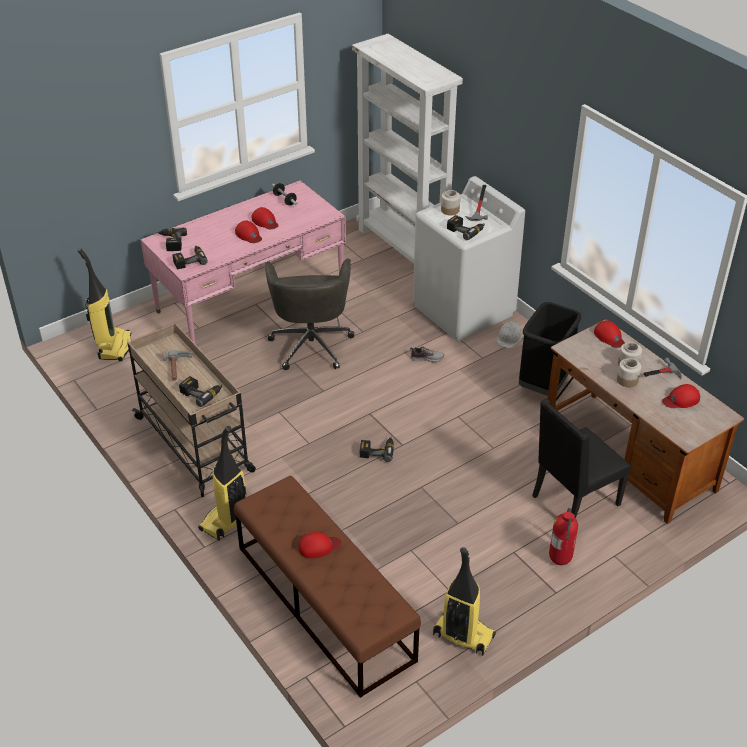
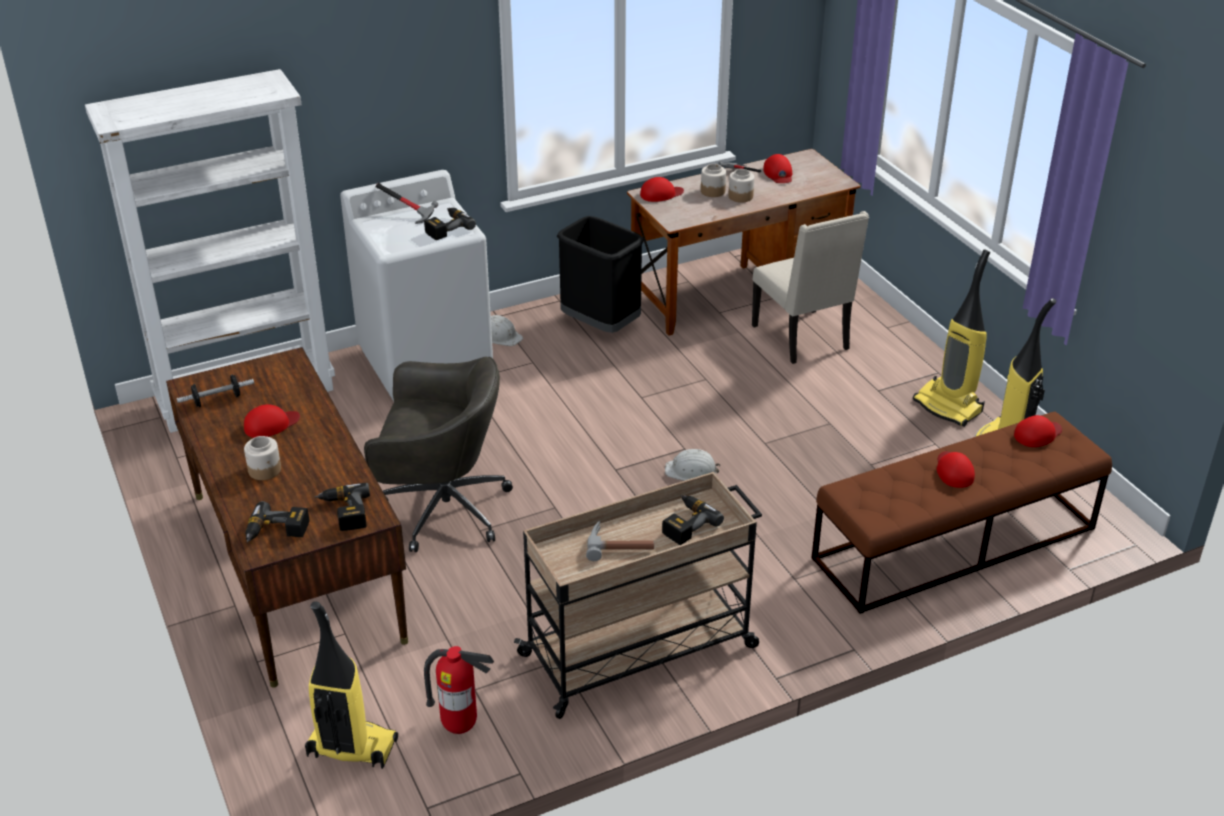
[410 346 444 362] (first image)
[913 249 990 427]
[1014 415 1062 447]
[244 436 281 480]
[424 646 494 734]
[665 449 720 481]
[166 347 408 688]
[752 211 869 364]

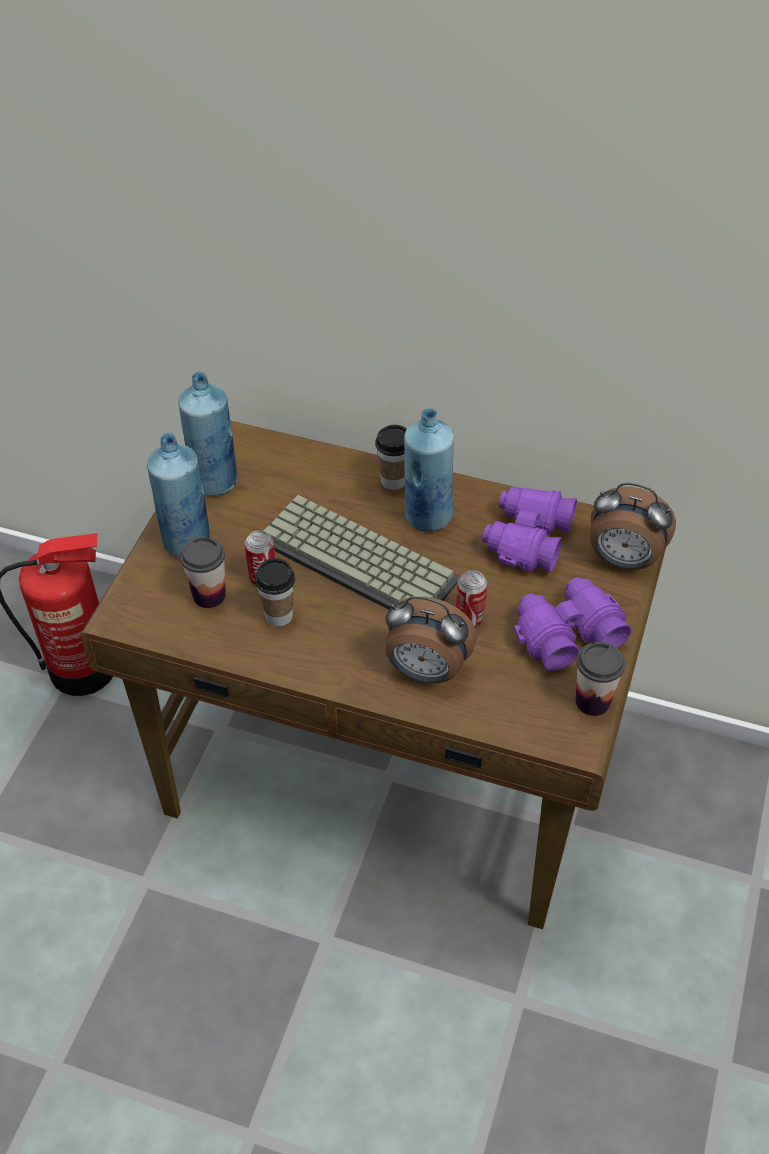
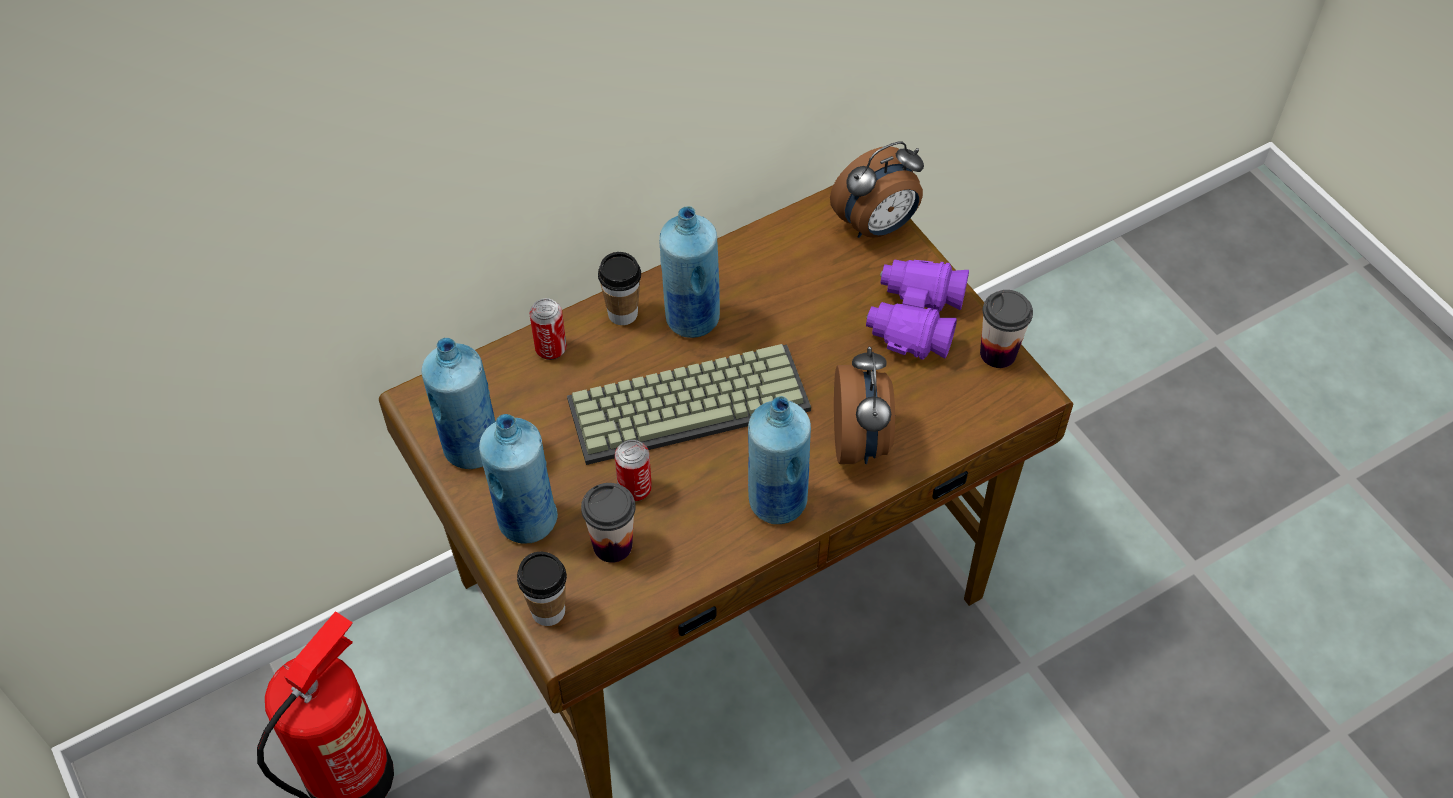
[482 487 577 573] (first image)
[748 396 811 524]
[517 552 567 626]
[529 298 567 360]
[834 346 895 464]

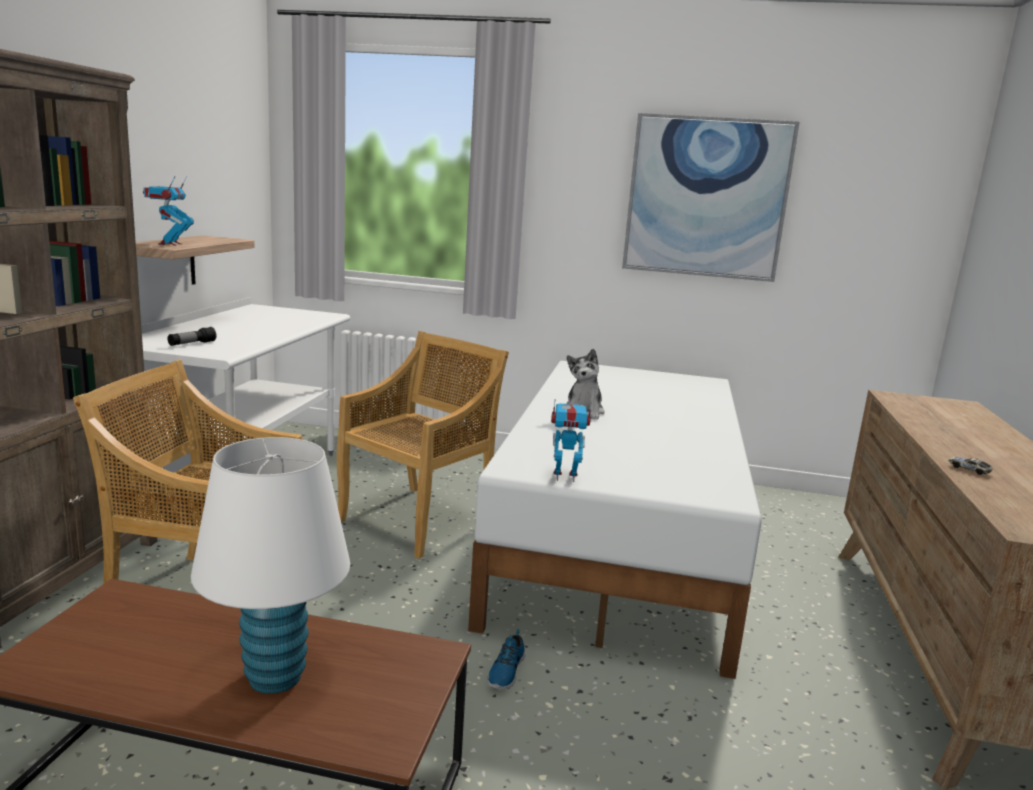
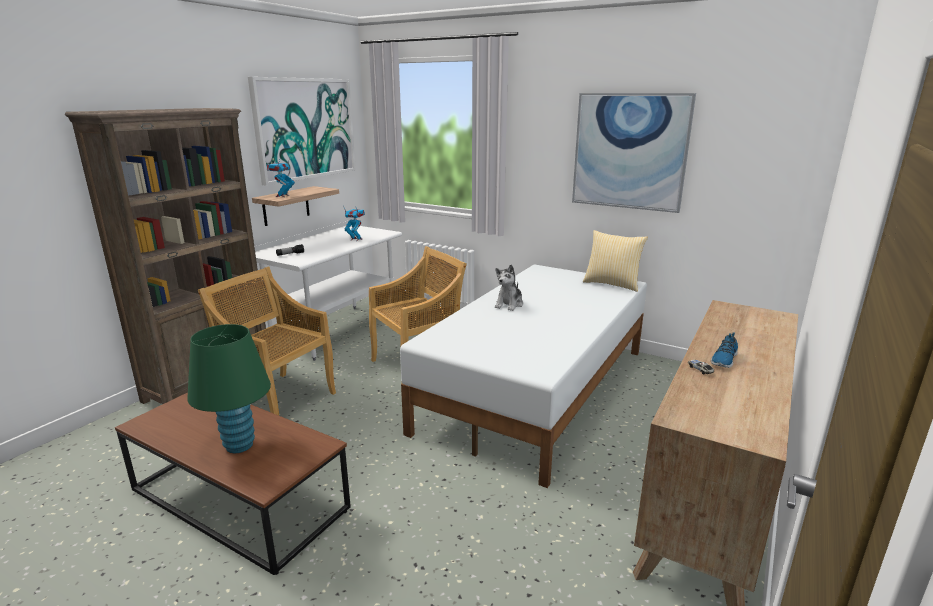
[248 77 356 186]
[583 230 648 292]
[711 332 738 368]
[343 206 365 241]
[187 324 271 453]

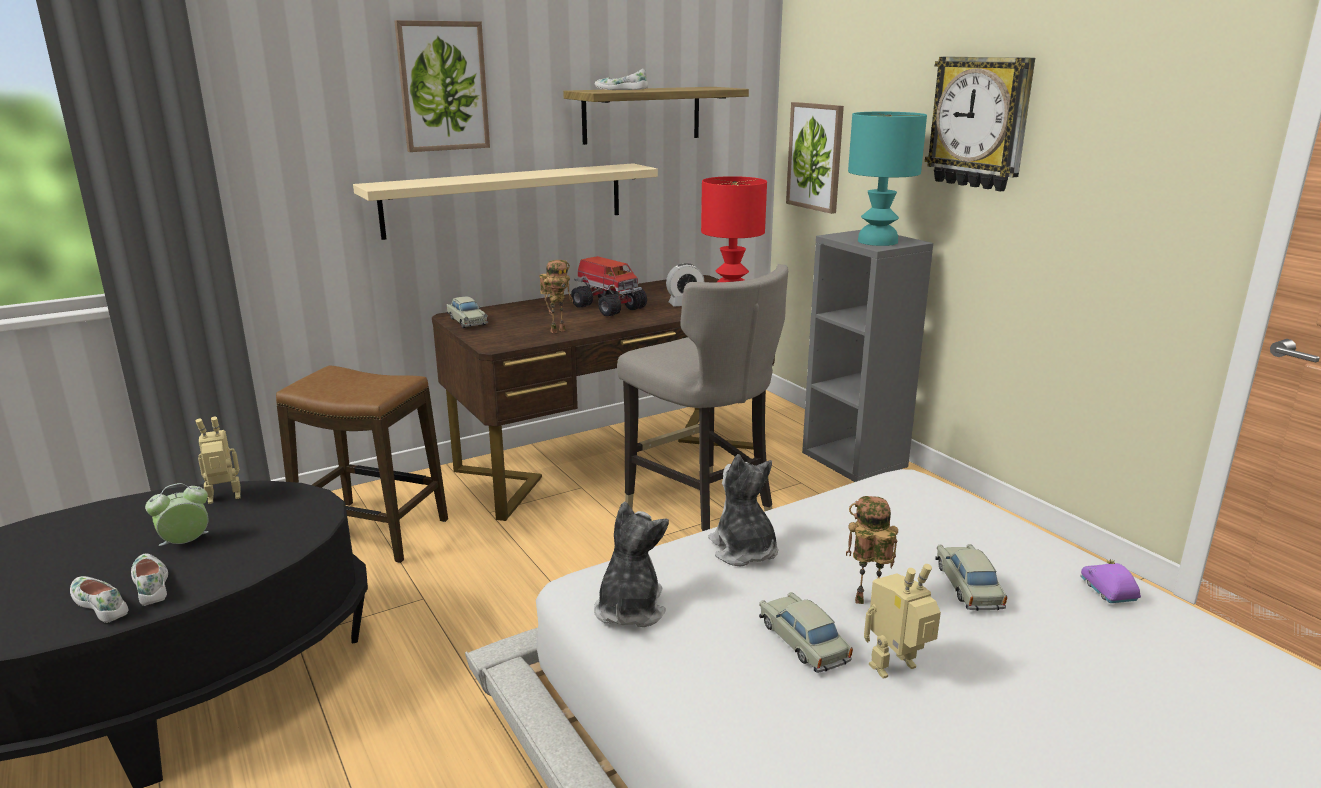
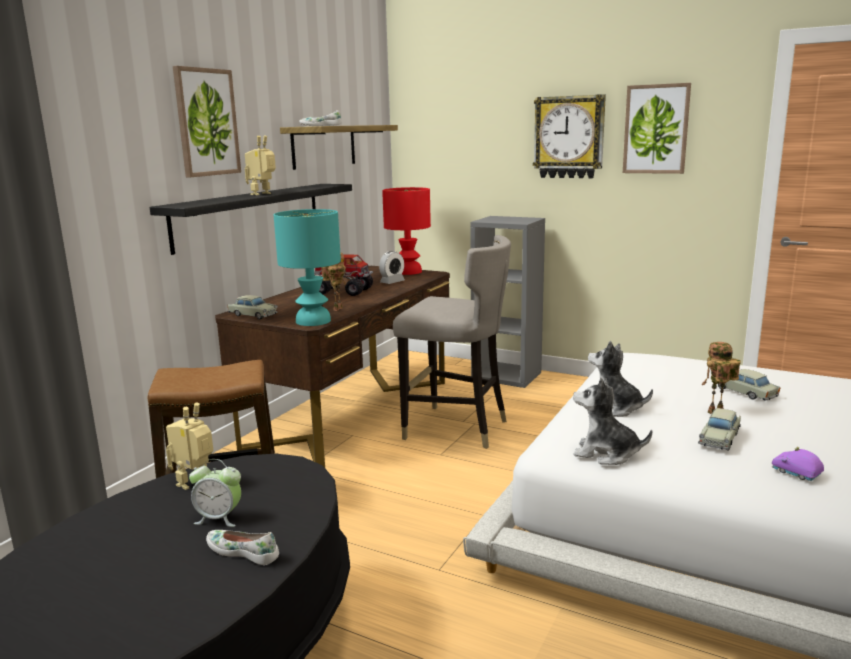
[70 576 129 623] (first image)
[623 83 691 174]
[274 209 341 326]
[245 135 276 195]
[772 447 824 481]
[150 184 352 255]
[189 459 241 527]
[573 378 652 465]
[698 408 741 451]

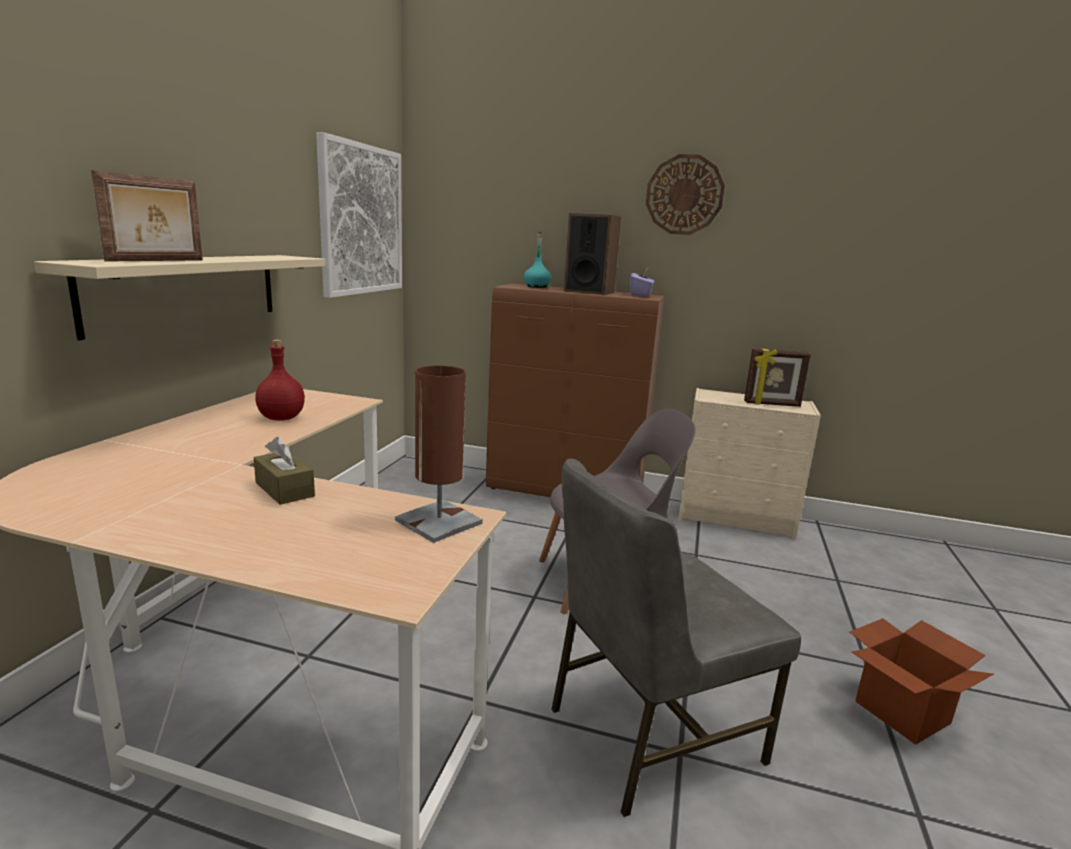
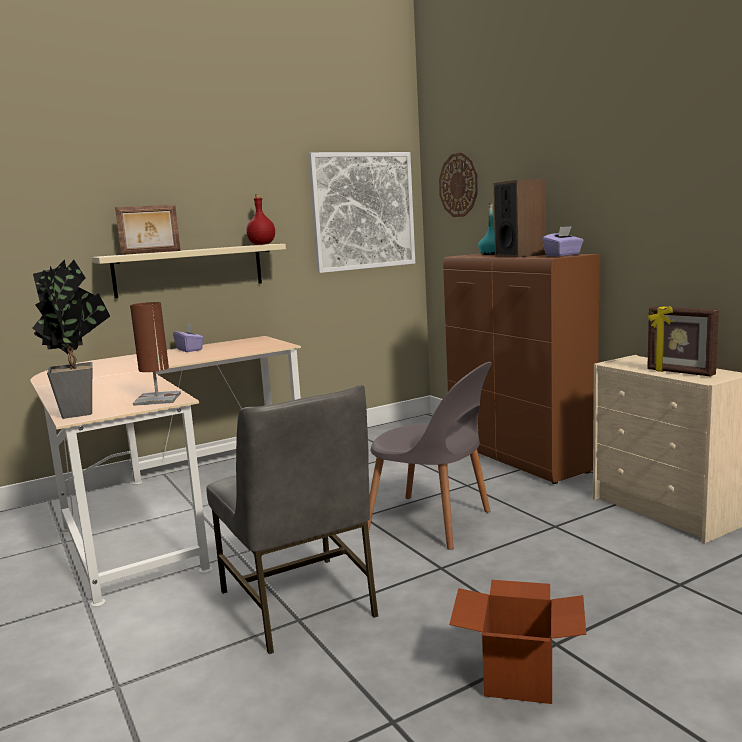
[254 437 315 505] (first image)
[32 259 110 419]
[173 324 204 352]
[246 194 275 245]
[439 152 478 217]
[206 385 378 654]

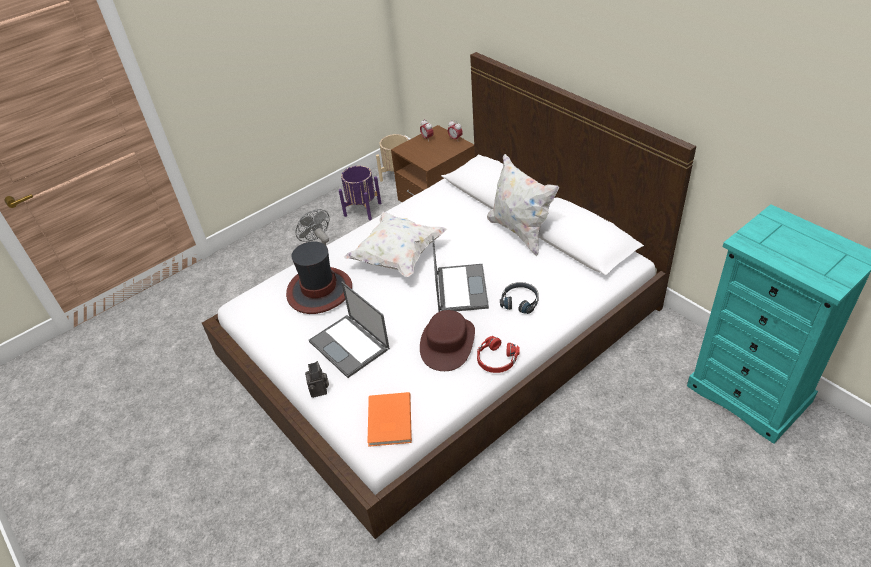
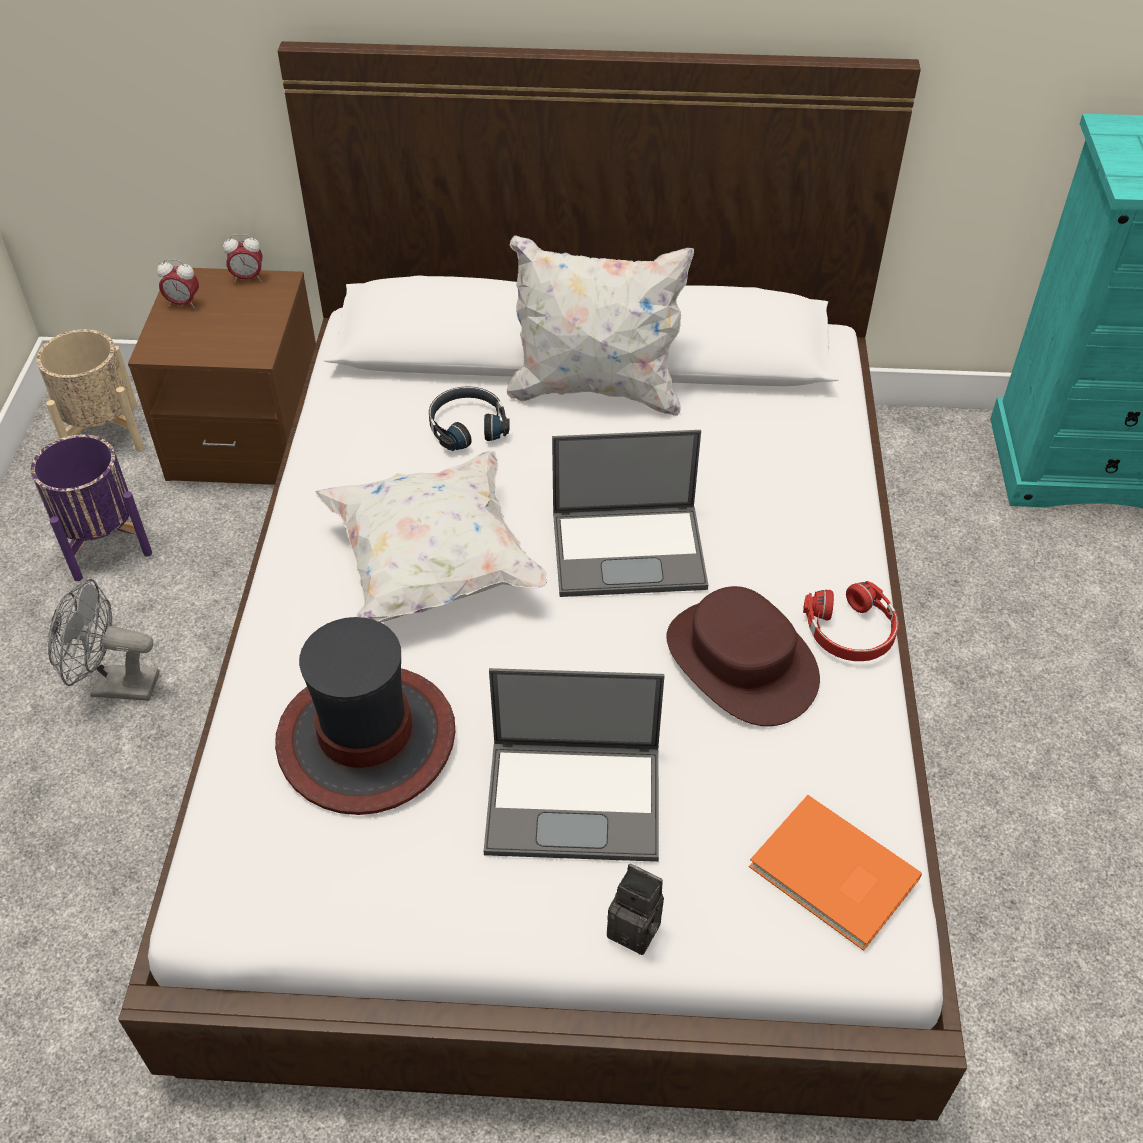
[429 386 510 451]
[552 430 708 597]

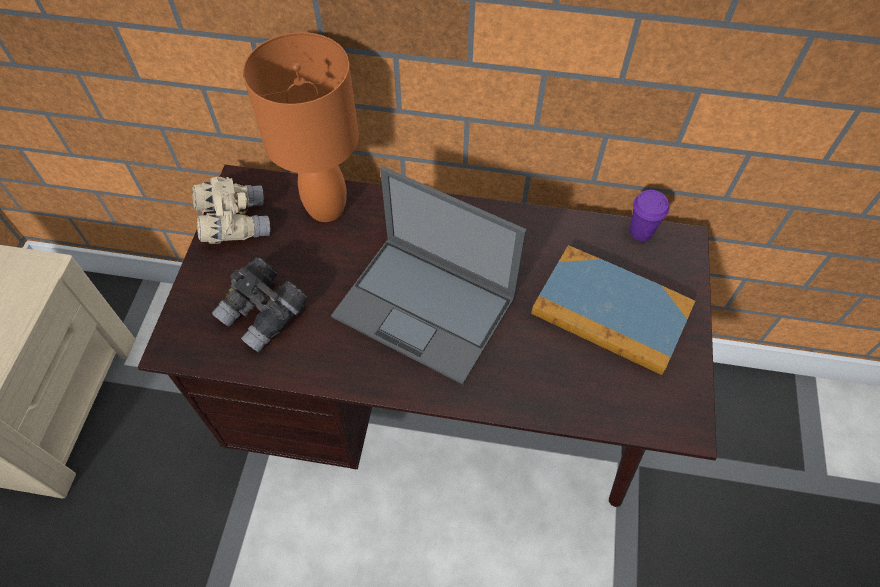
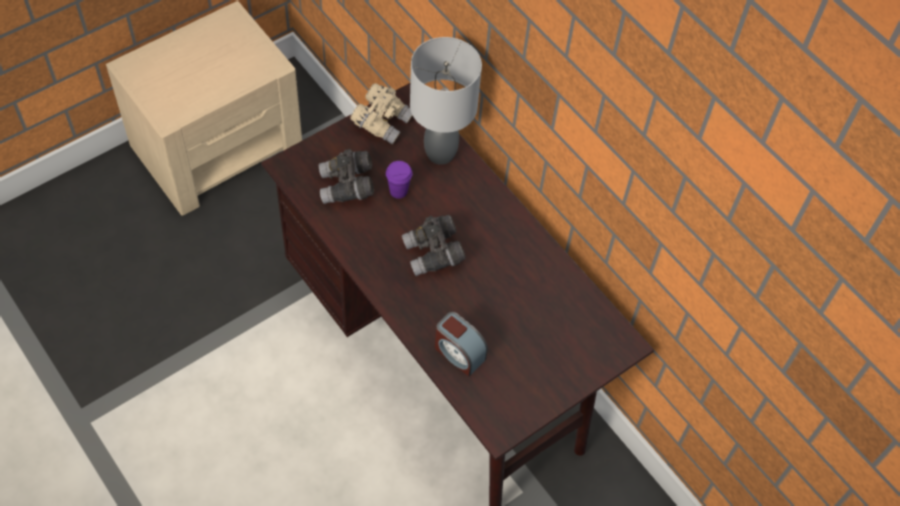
[531 245 695 375] (first image)
[435 312 488 376]
[386 161 412 199]
[402 215 466 276]
[410 37 482 165]

